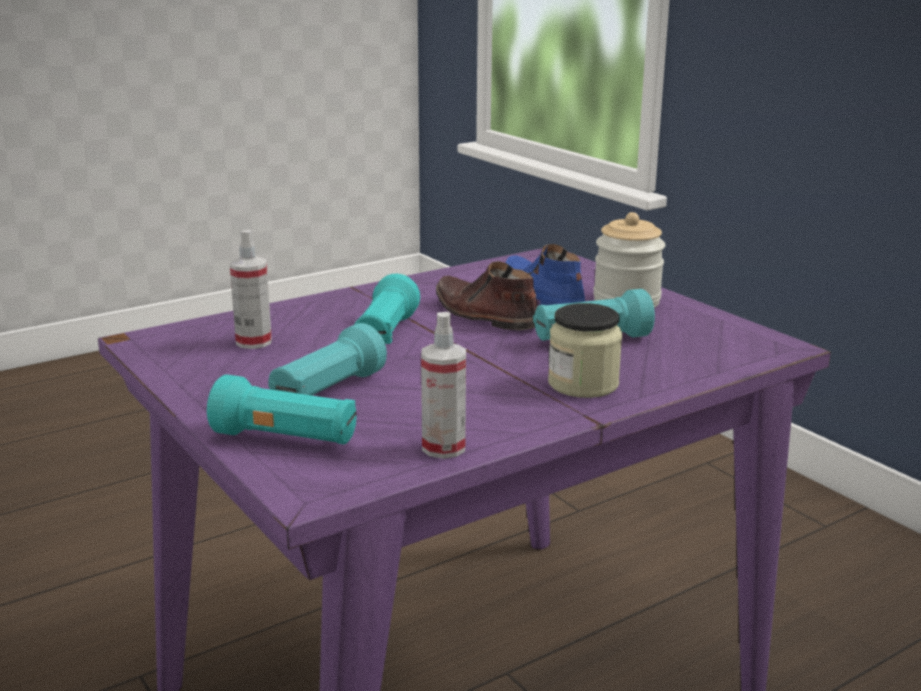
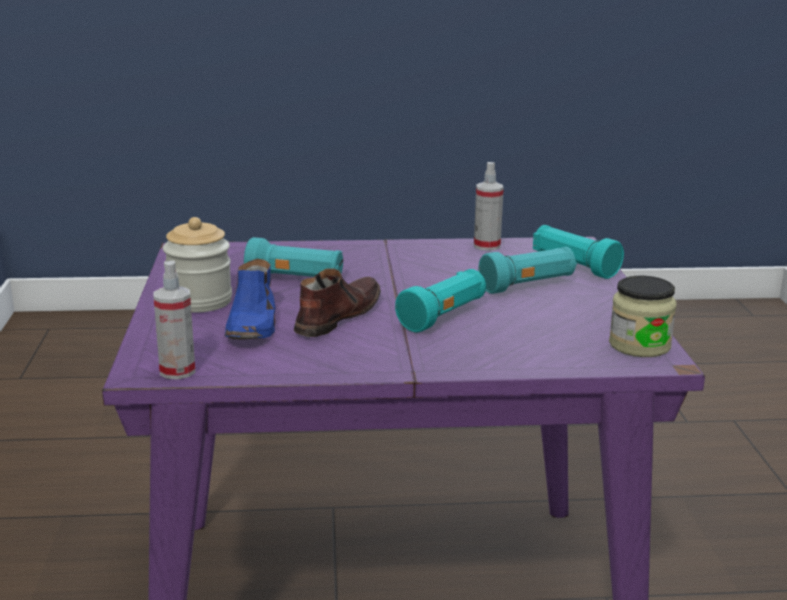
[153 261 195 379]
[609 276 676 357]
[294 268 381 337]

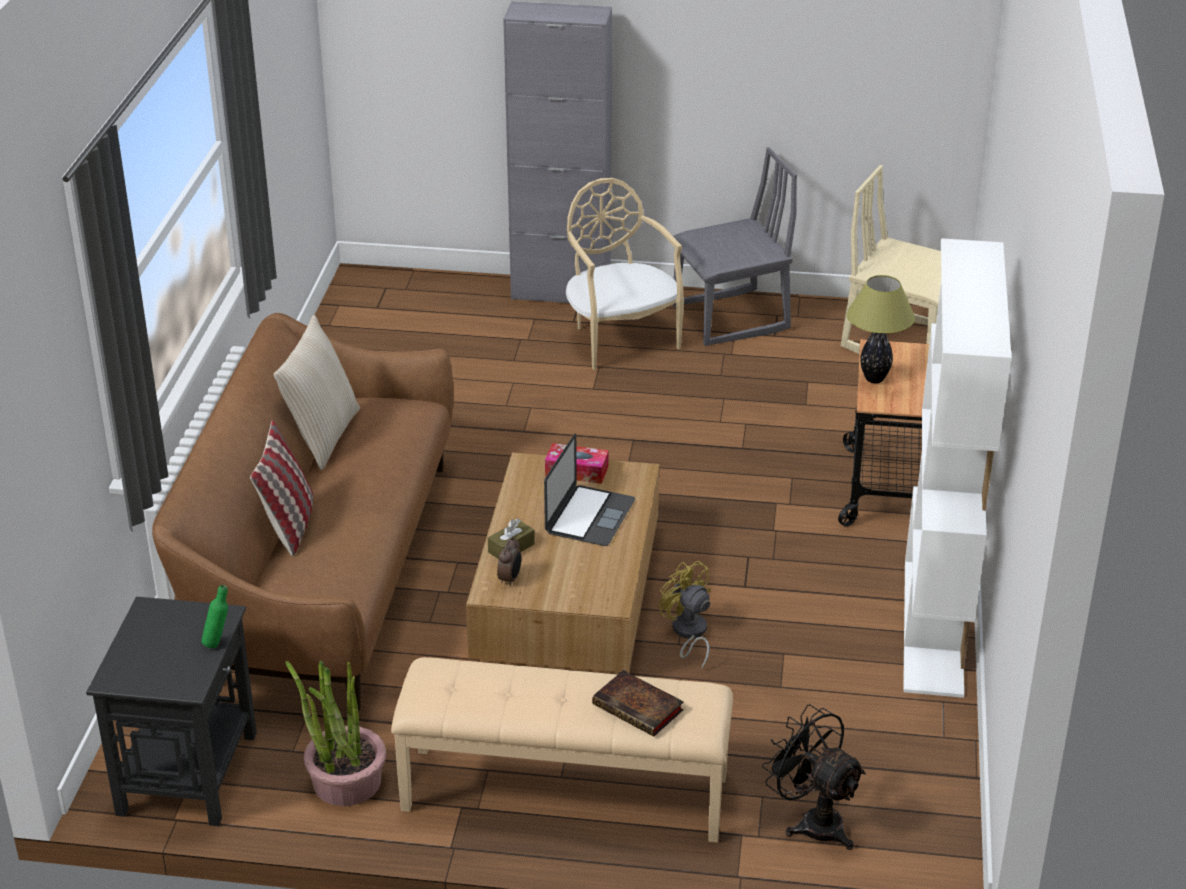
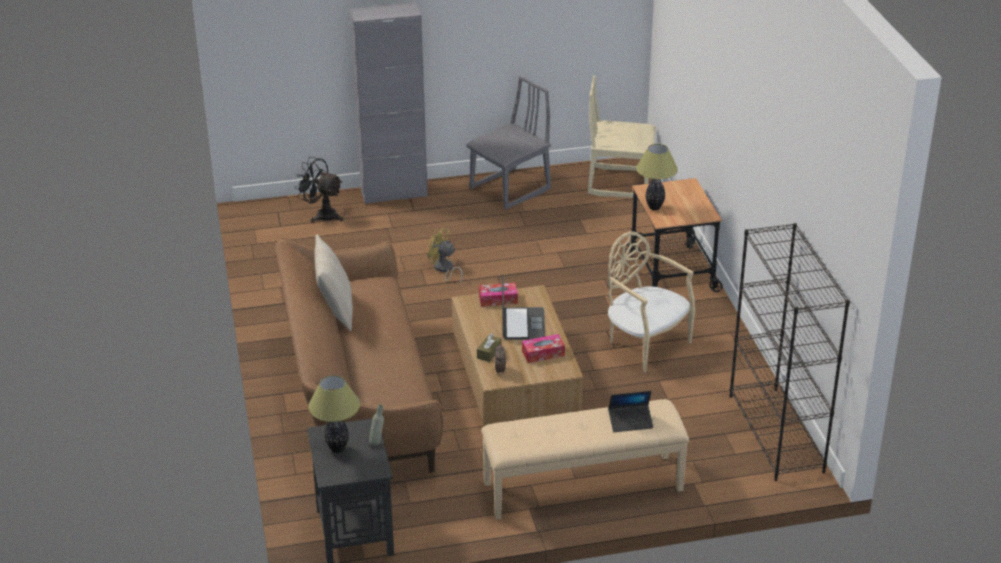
[250 421 313 556] (first image)
[286 661 386 806] (first image)
[903 238 1011 698] (first image)
[308 375 360 453]
[522 334 565 363]
[730 223 850 481]
[608 231 695 373]
[428 228 463 284]
[294 157 343 222]
[608 391 653 432]
[369 405 384 445]

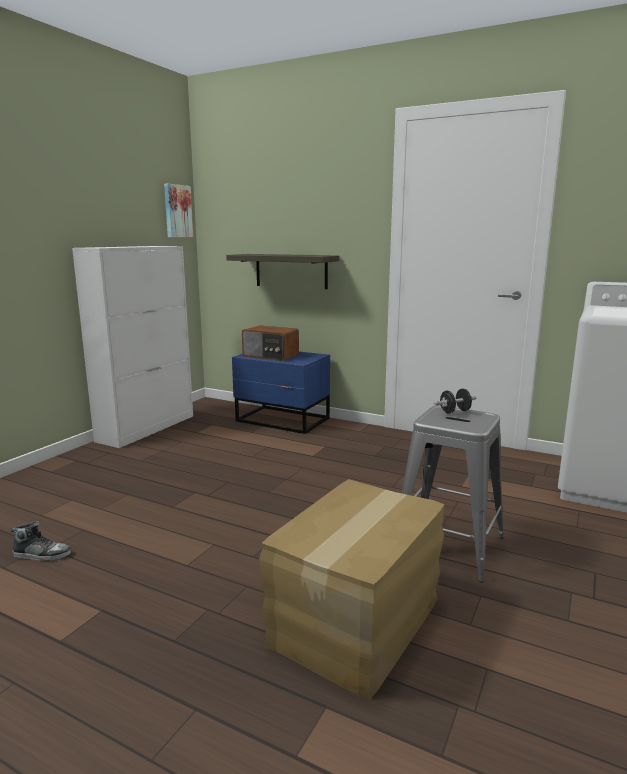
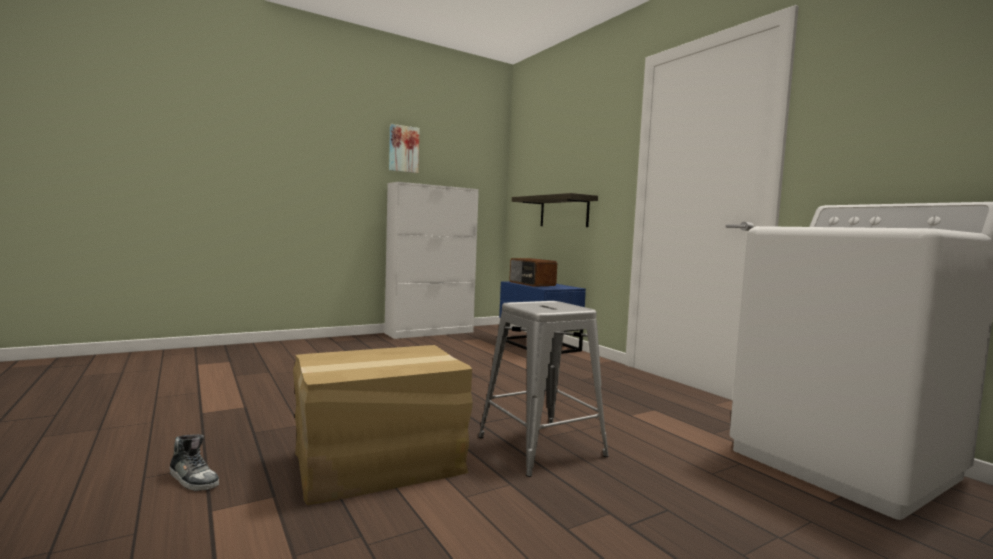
[434 389 477 413] (first image)
[170 434 219 491]
[389 124 420 173]

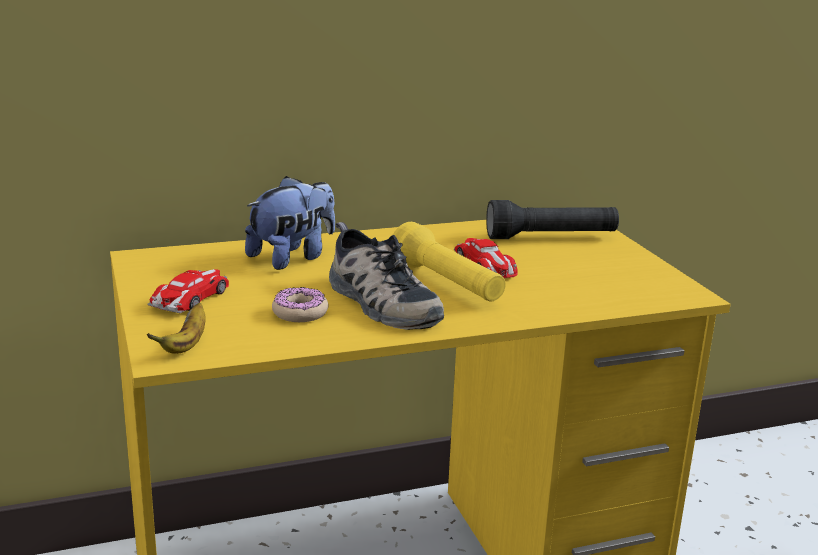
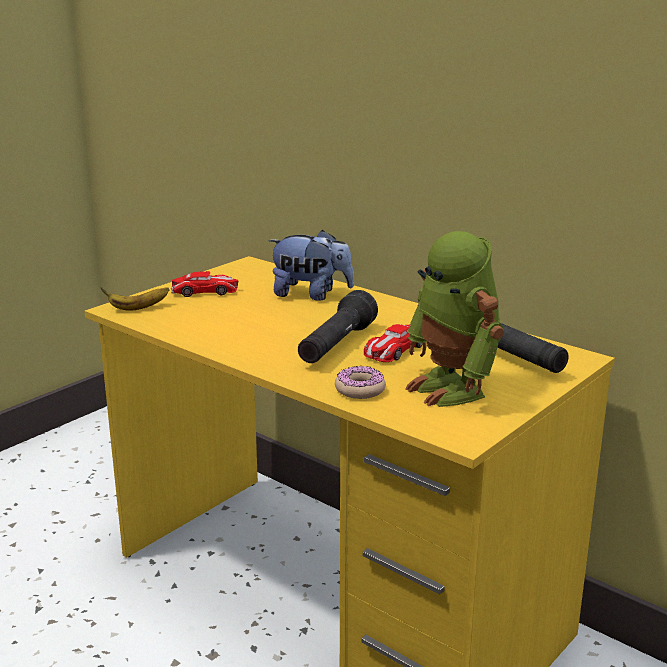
[329 222 444 330] (first image)
[405 231 504 407]
[335 365 386 399]
[298 290 378 363]

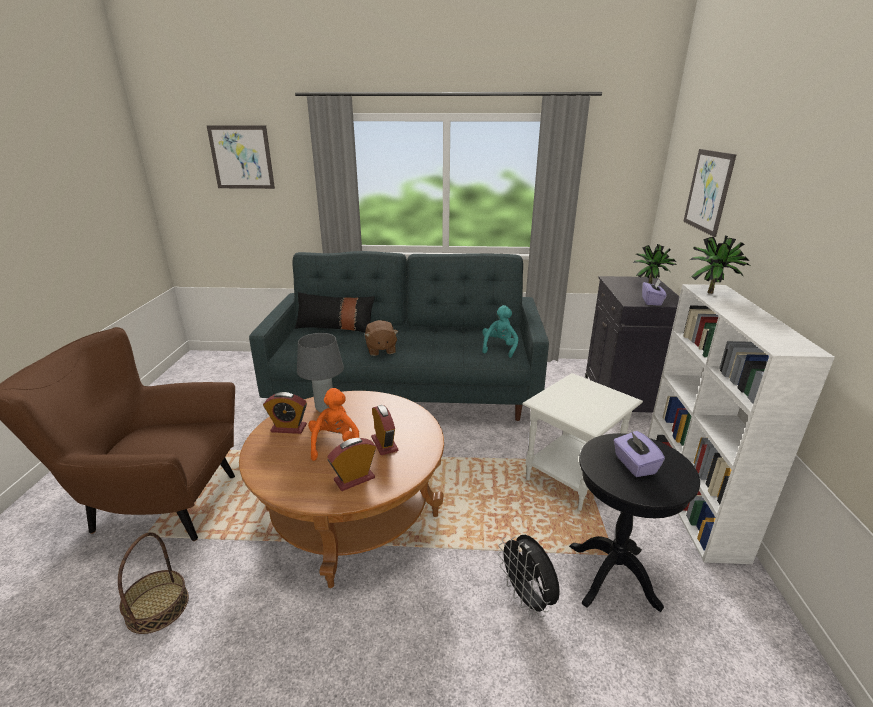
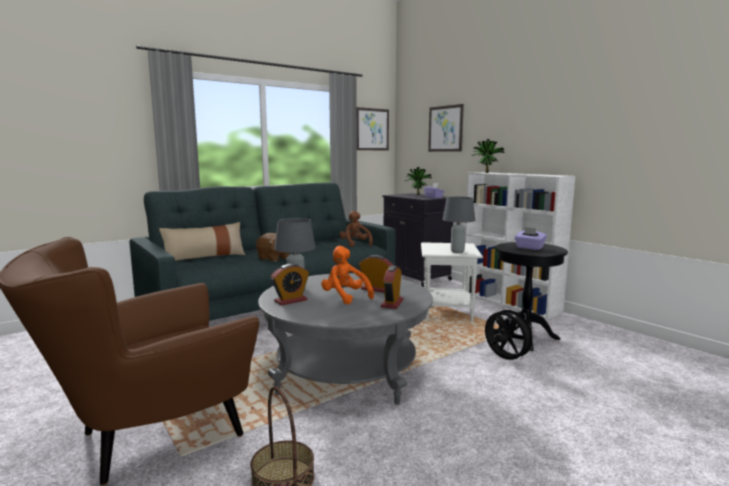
[442 196 475 253]
[357 107 389 150]
[258 273 433 405]
[159 222 245 261]
[339 211 373 247]
[485 306 537 360]

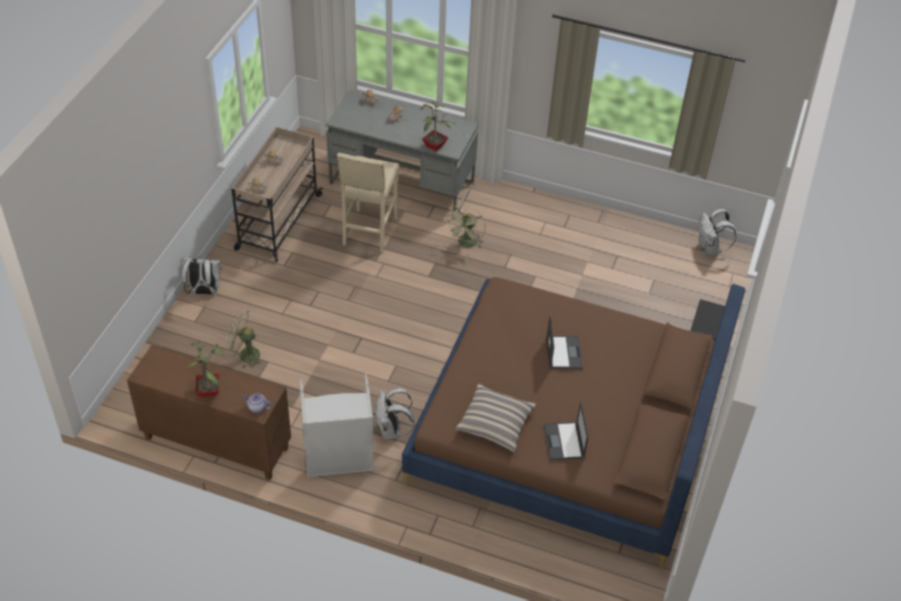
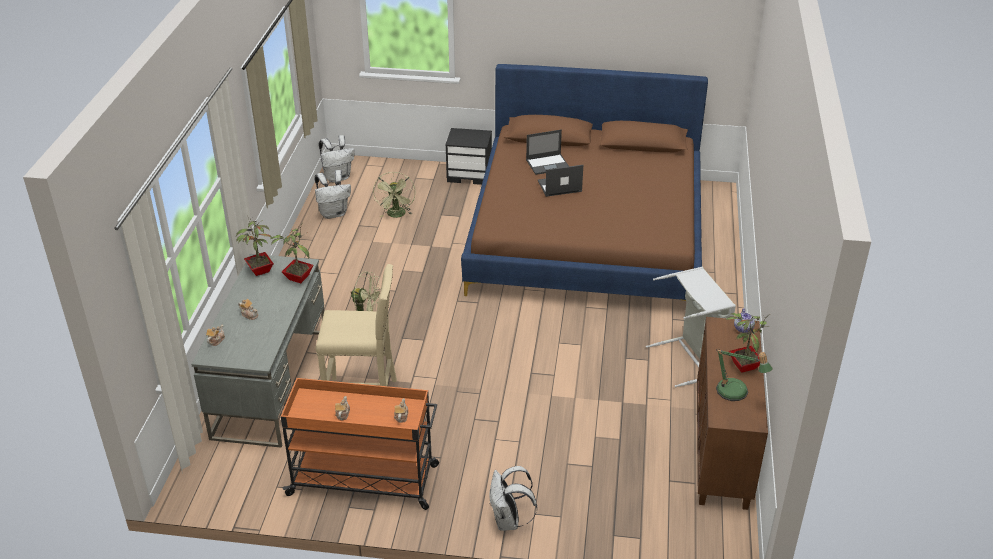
[455 384 537 452] (first image)
[236 215 274 276]
[716 349 773 401]
[373 172 416 218]
[315 170 351 219]
[526 130 569 175]
[281 378 439 510]

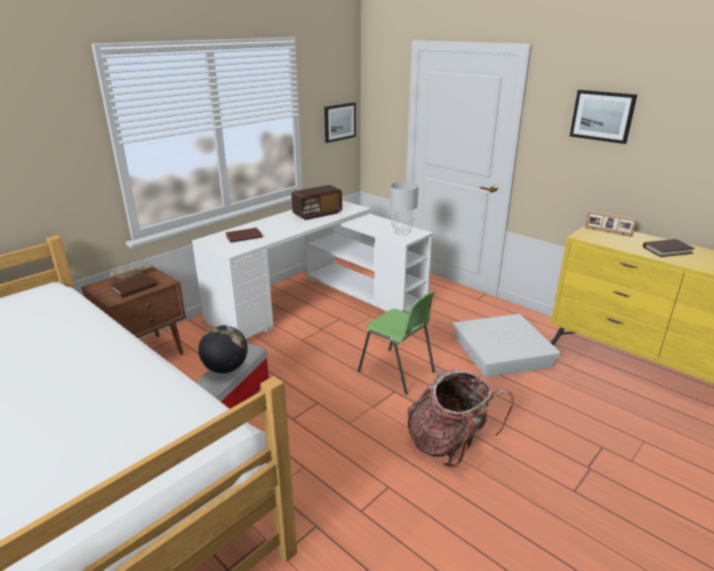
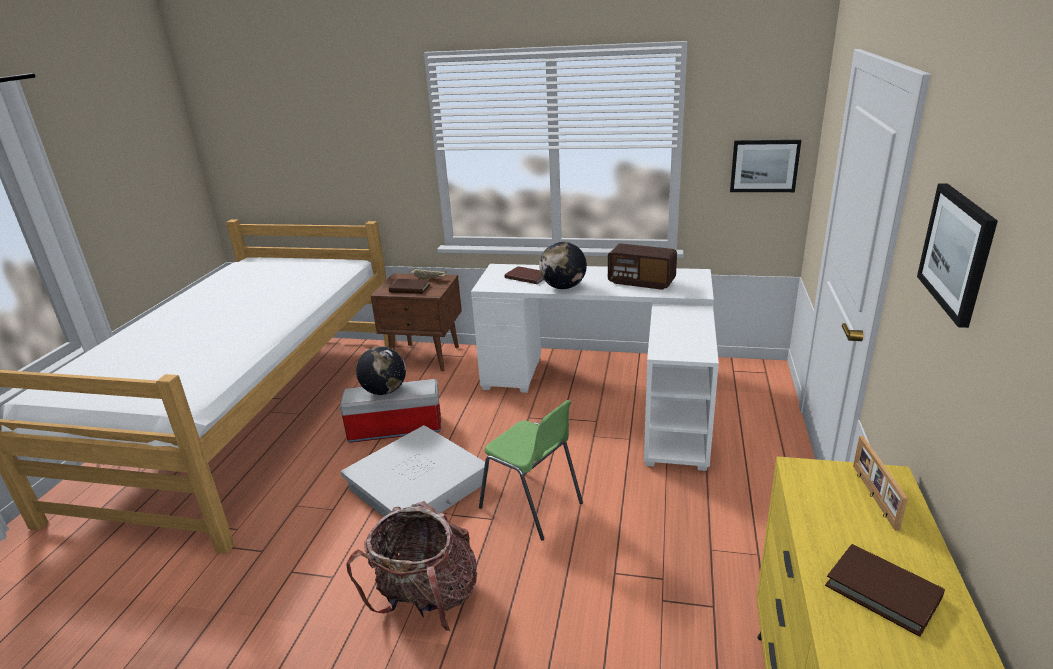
[390 182 419 236] (first image)
[539 242 587 289]
[341 425 489 517]
[479 400 583 540]

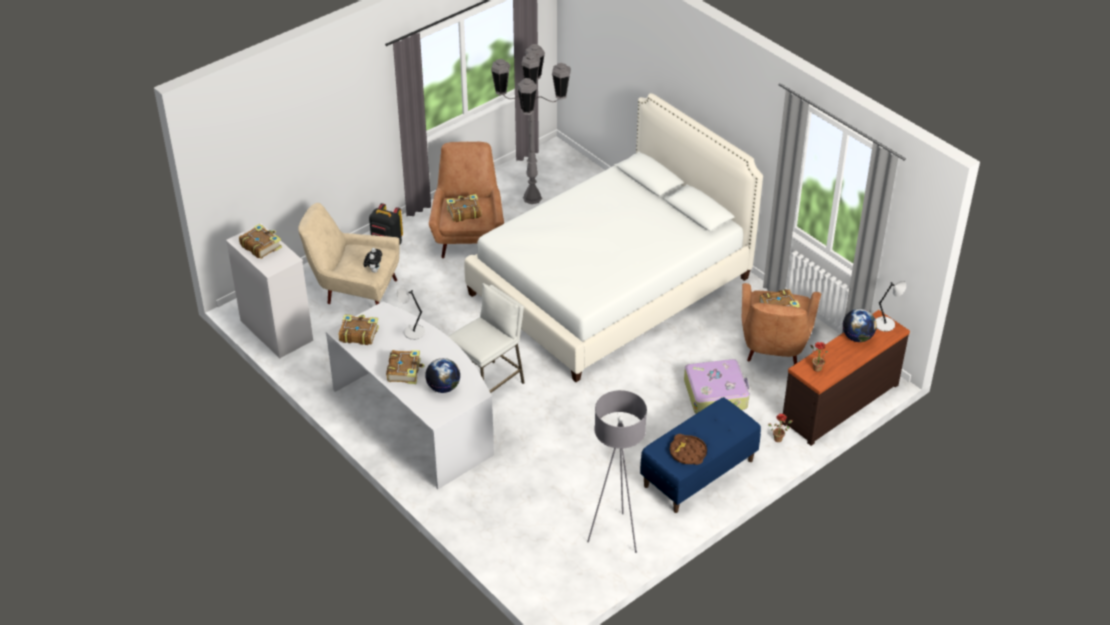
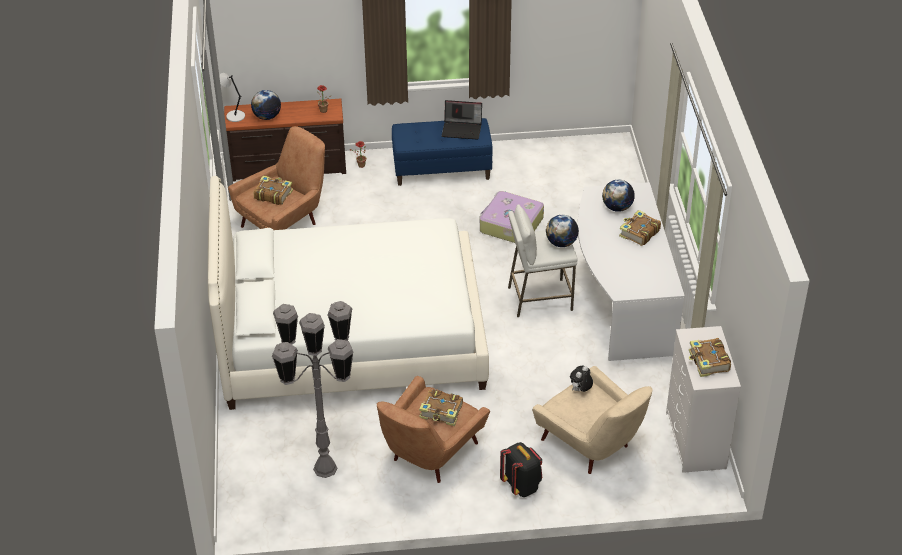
[339 314 379 345] (first image)
[397 287 425 340] (first image)
[587 390 647 553] (first image)
[546 215 579 247]
[479 191 544 243]
[442 100 482 140]

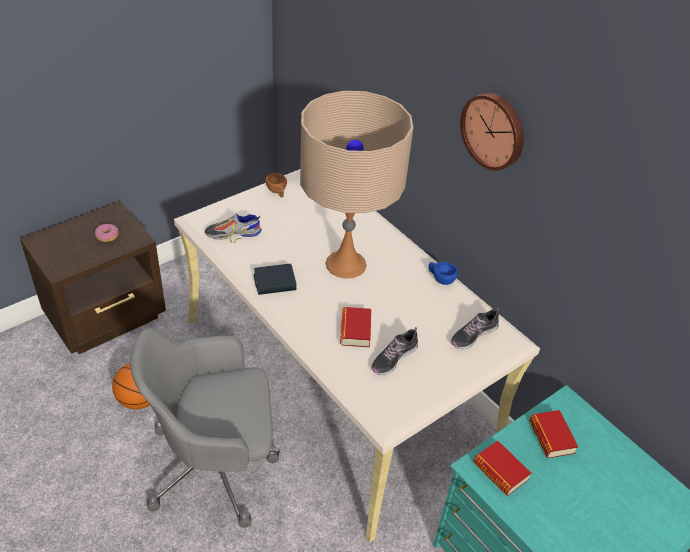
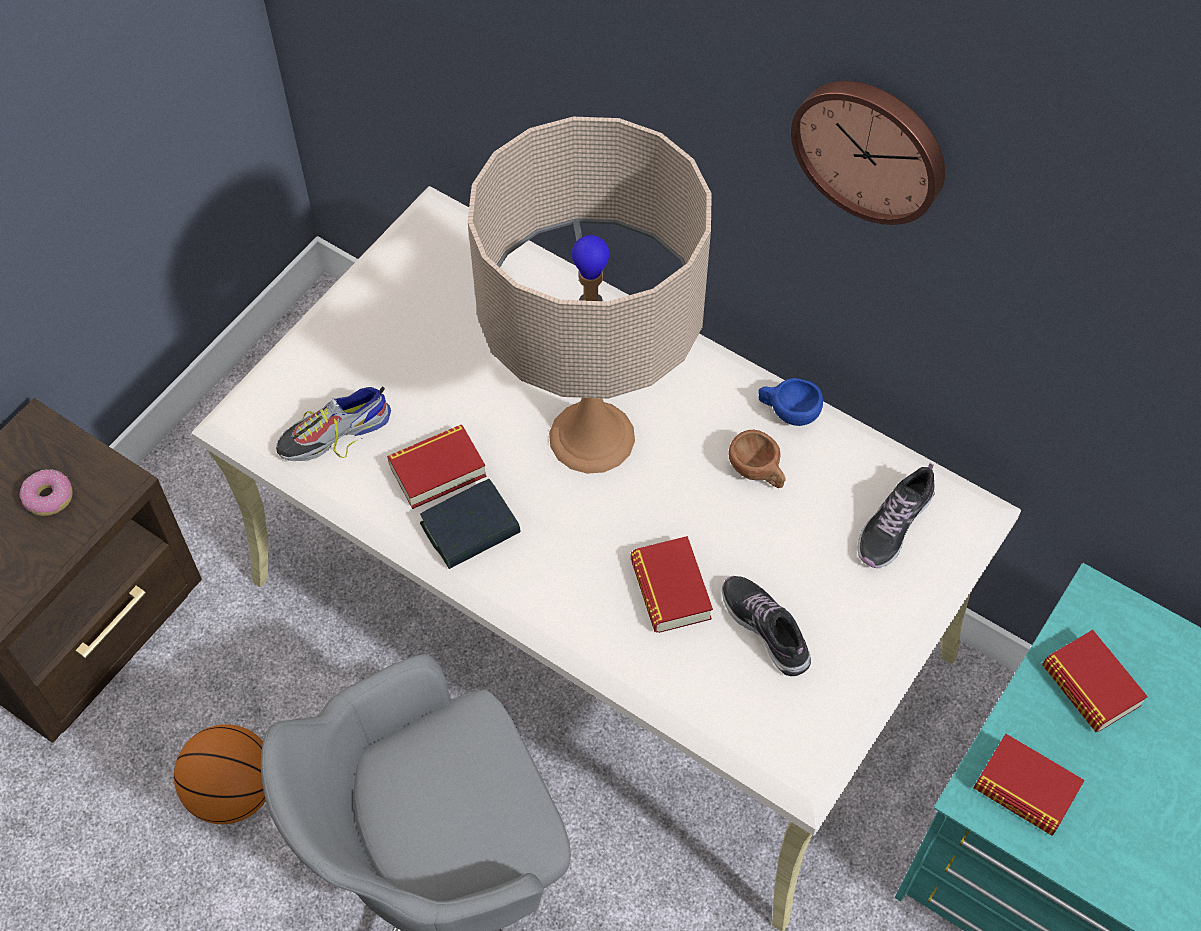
[387 425 487 509]
[728 430 786 488]
[722 576 811 676]

